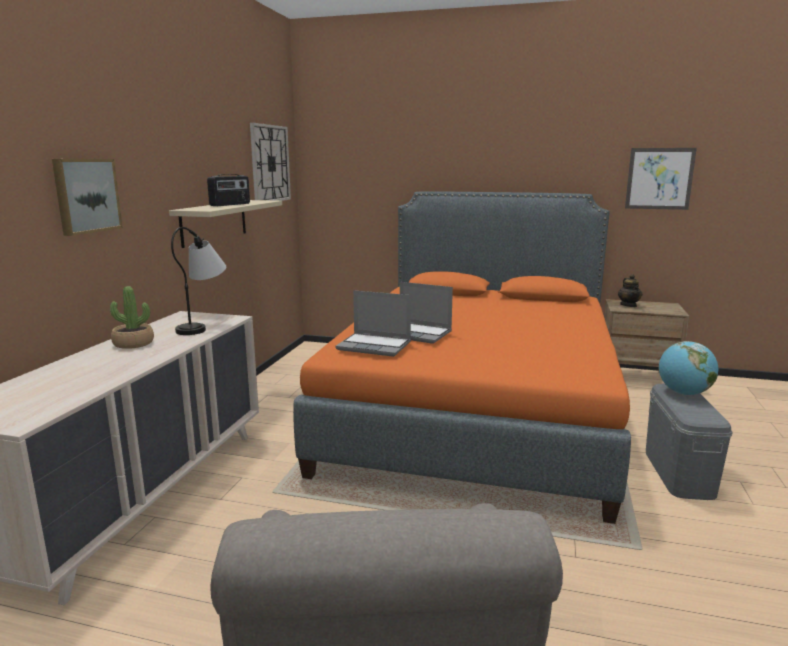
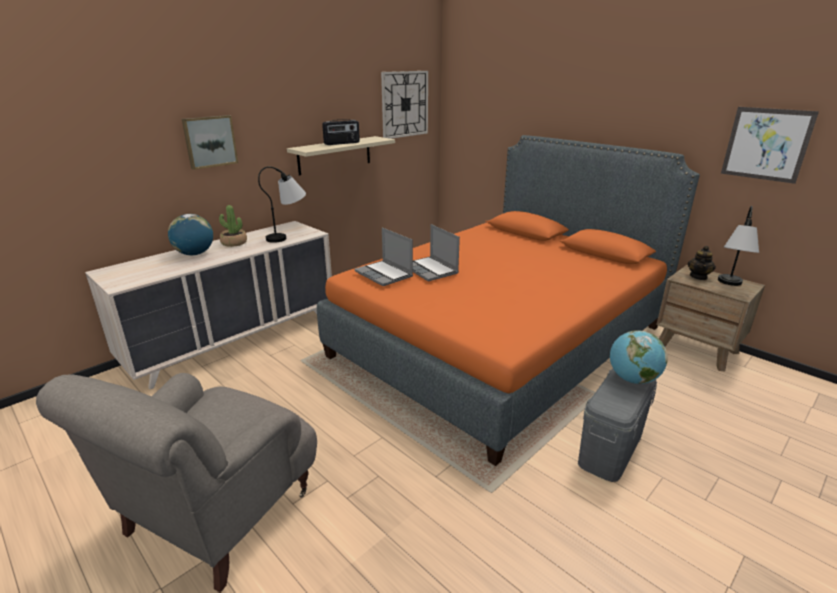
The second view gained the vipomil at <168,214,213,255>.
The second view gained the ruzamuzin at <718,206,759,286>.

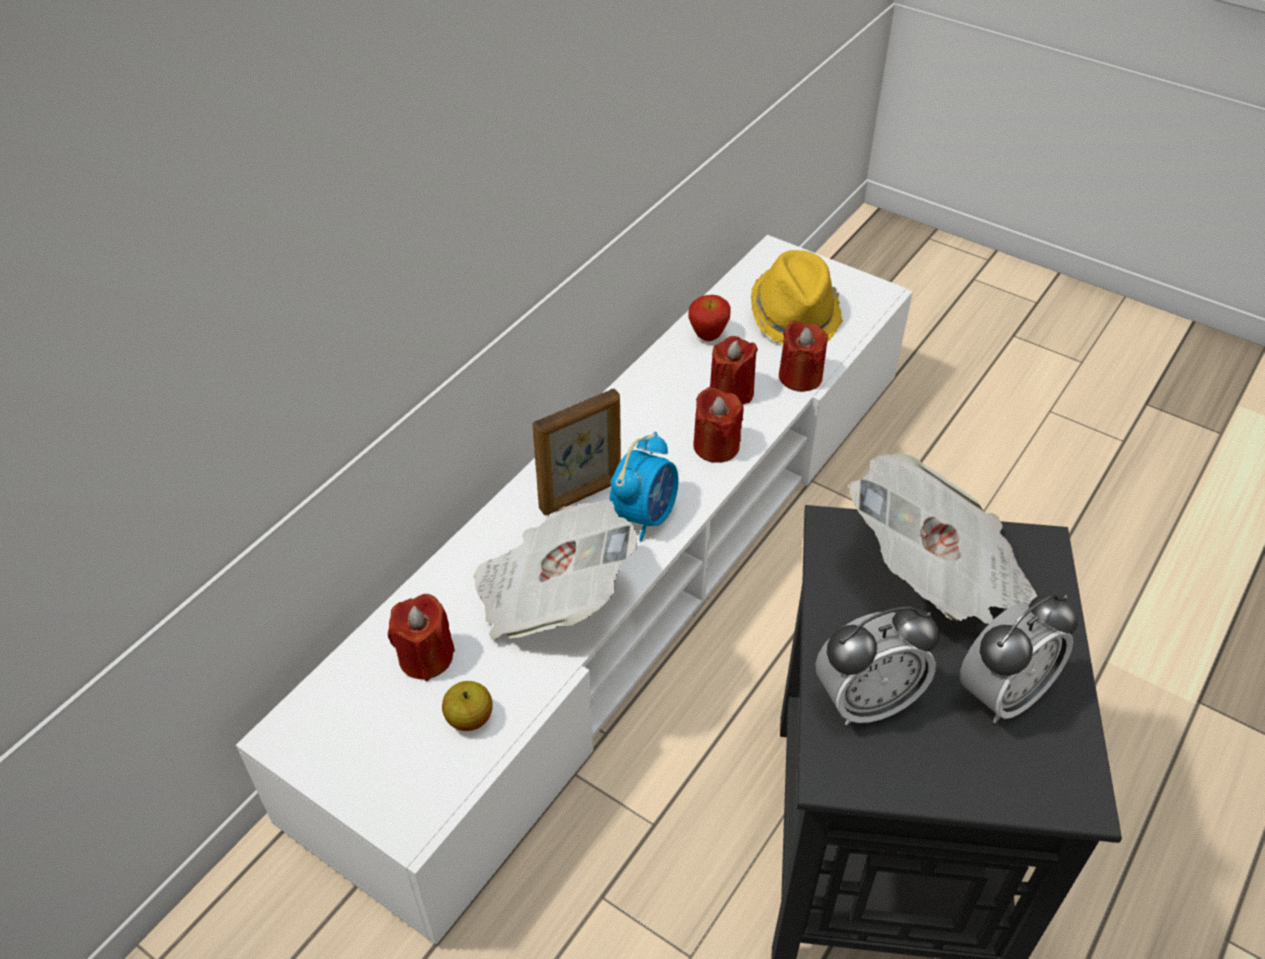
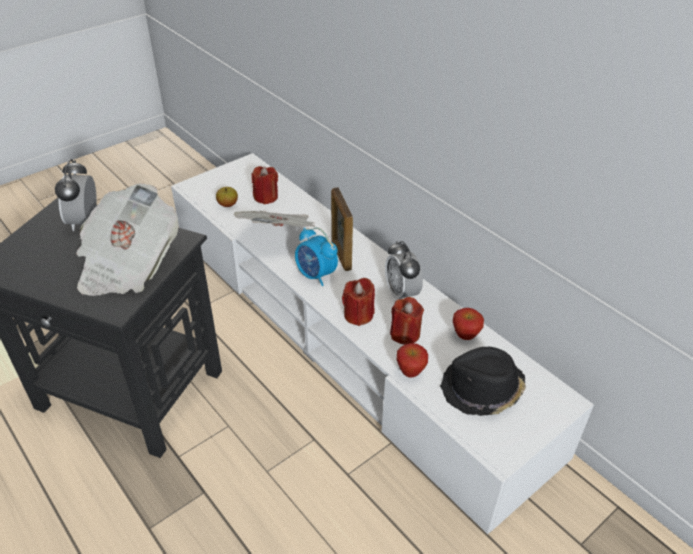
The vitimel ended up elsewhere, having gone from <959,594,1079,723> to <385,241,423,299>.
Where the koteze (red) stood at <779,320,828,392>, the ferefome came to stand at <397,343,428,377>.
What was the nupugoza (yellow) at <751,250,843,344> turned into the nupugoza (black) at <440,347,526,416>.

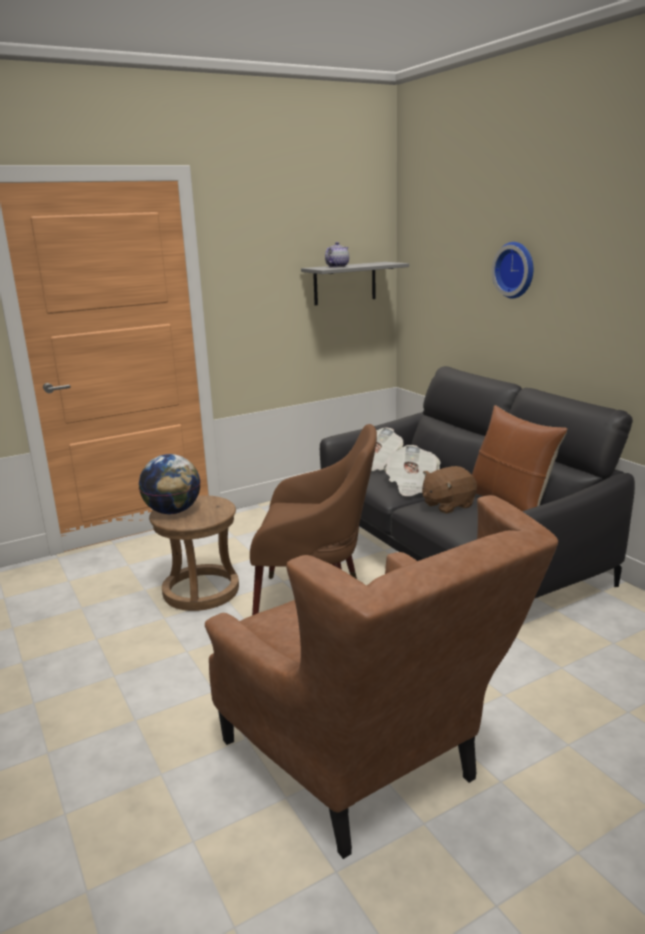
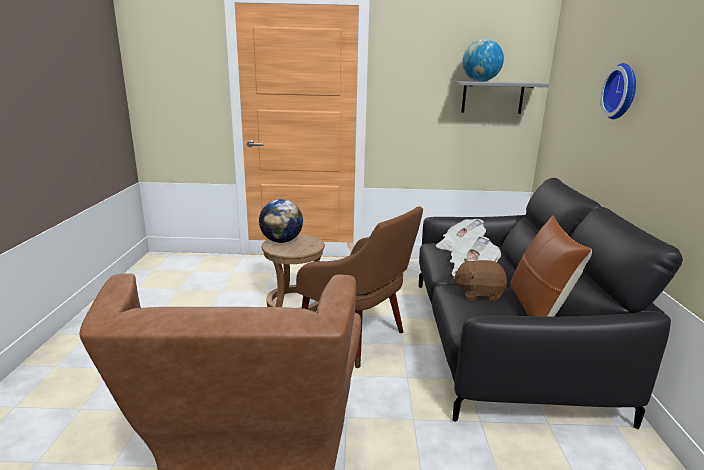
Where the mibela stood at <325,242,349,268>, the vipomil came to stand at <462,39,504,82>.

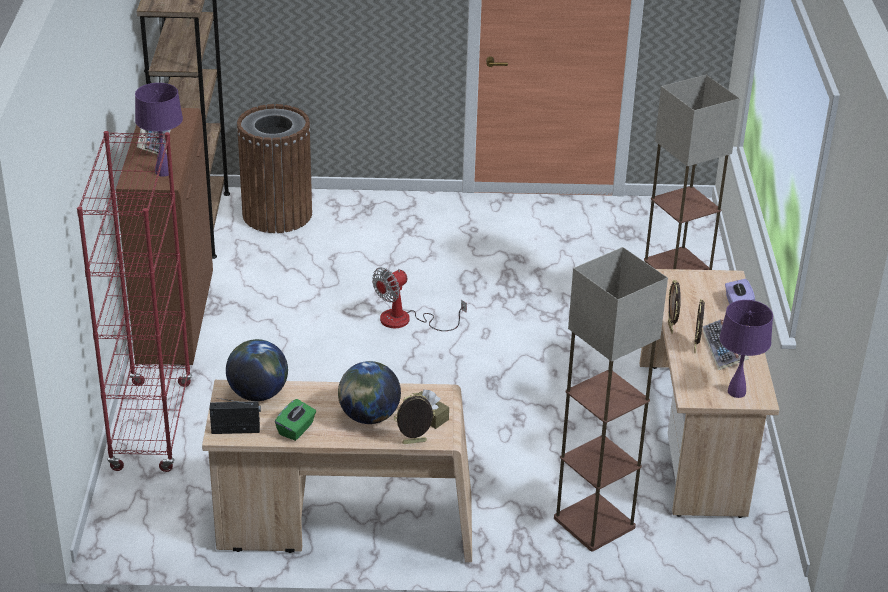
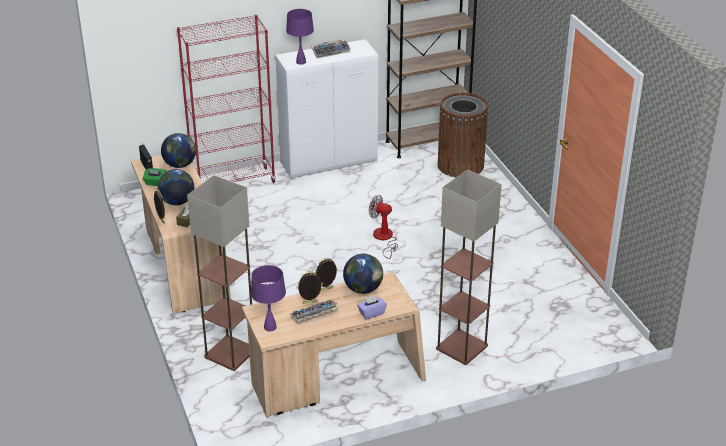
What was the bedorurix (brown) at <116,108,213,365> turned into the bedorurix (white) at <275,39,378,179>.
The second view gained the vipomil at <343,254,383,294>.

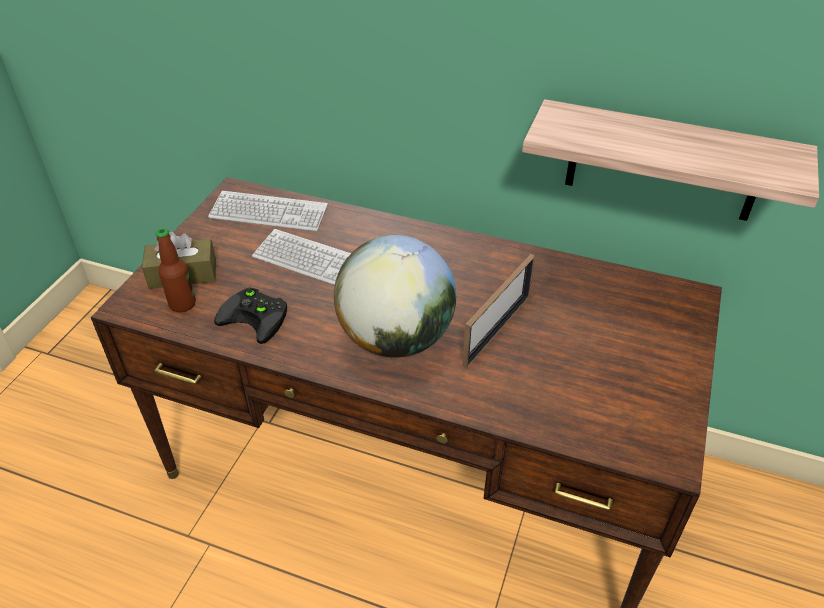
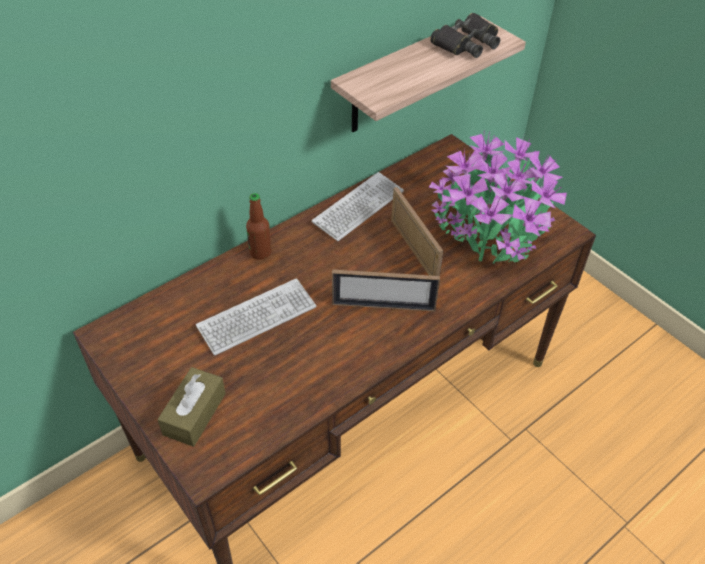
The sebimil ended up elsewhere, having gone from <156,228,196,312> to <246,193,272,260>.
The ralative ended up elsewhere, having gone from <208,191,328,232> to <312,172,404,241>.
Where the vipomil stood at <334,235,456,358>, the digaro came to stand at <332,269,440,311>.
The second view gained the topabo at <429,130,567,264>.
The second view gained the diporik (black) at <430,13,500,58>.
The second view lost the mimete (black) at <214,287,287,344>.

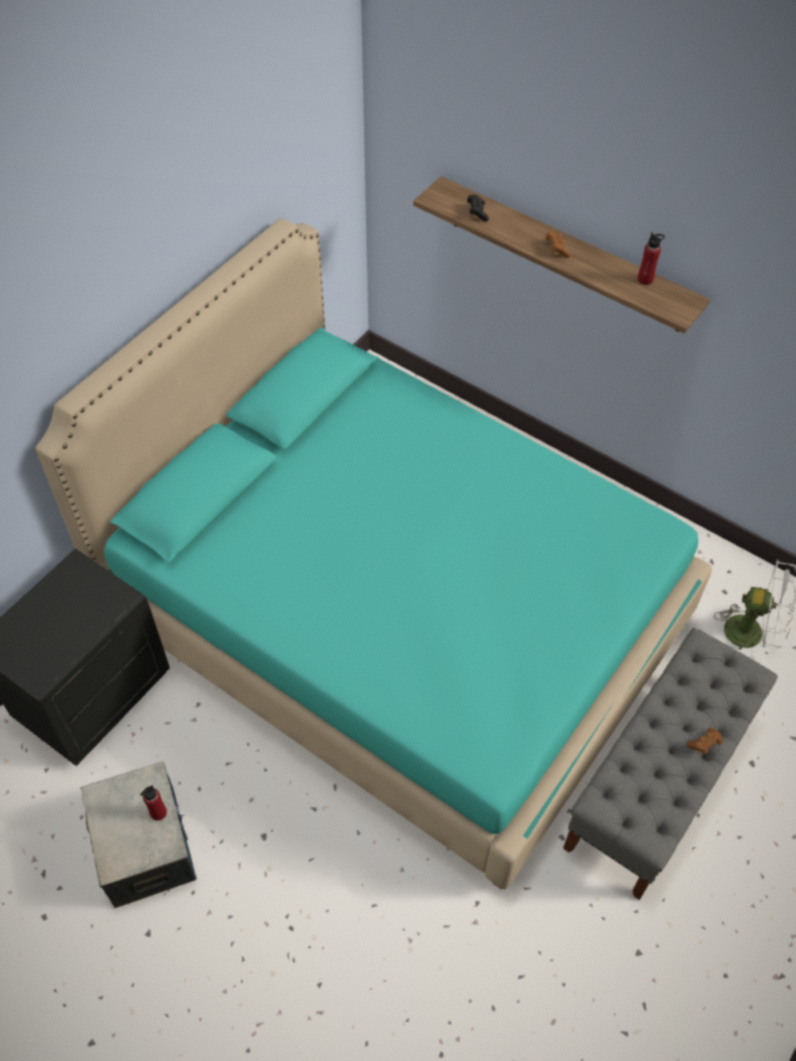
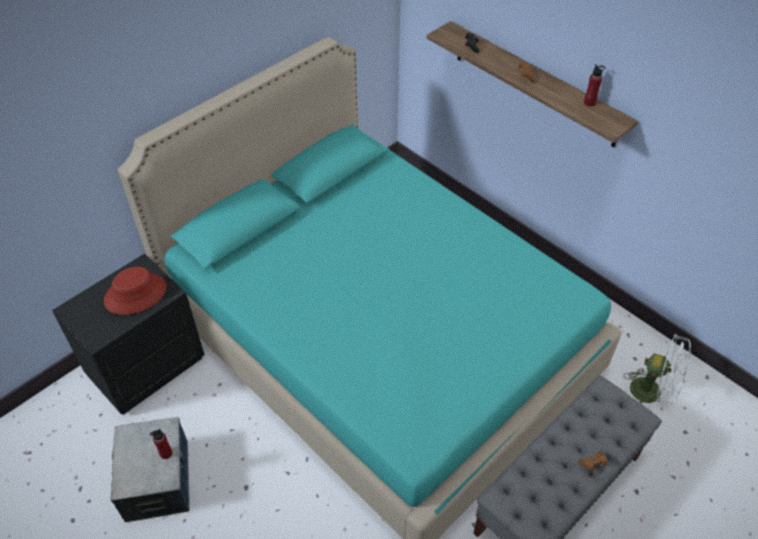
The second view gained the nupugoza (red) at <104,267,167,315>.

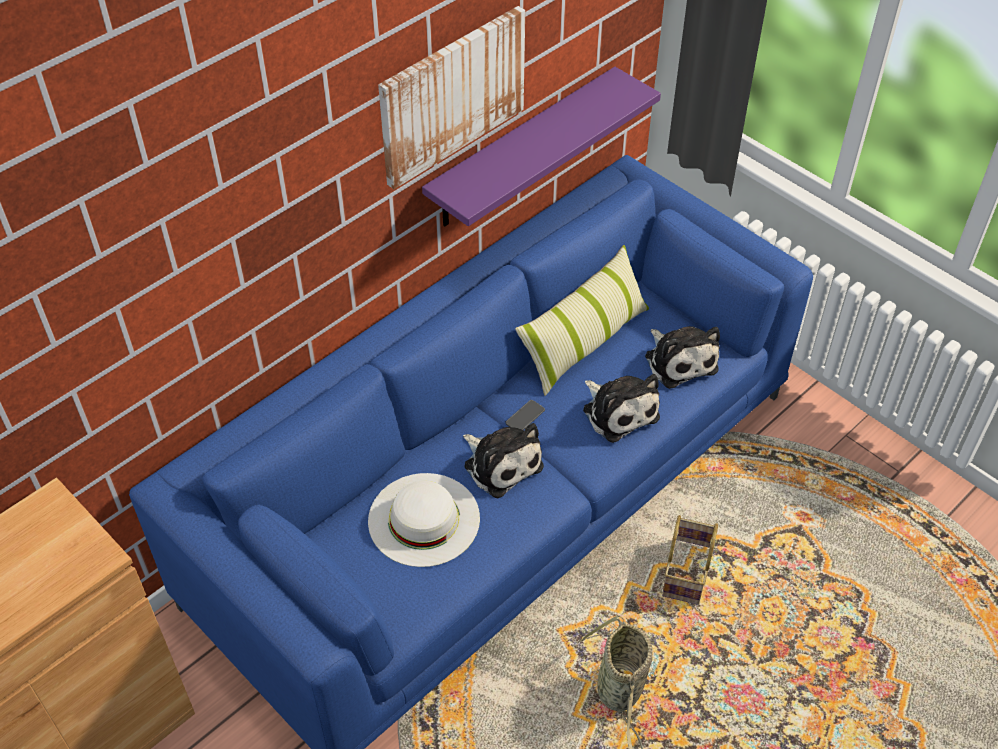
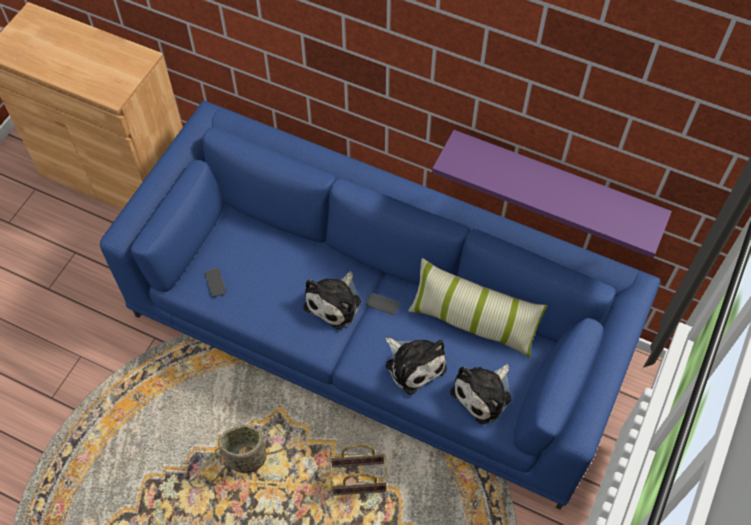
The second view gained the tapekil at <205,268,226,297>.
The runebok at <583,374,660,443> ended up facing another way, 75 degrees counterclockwise from before.
The second view lost the nupugoza (white) at <368,473,480,567>.
The second view lost the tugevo at <378,6,525,189>.

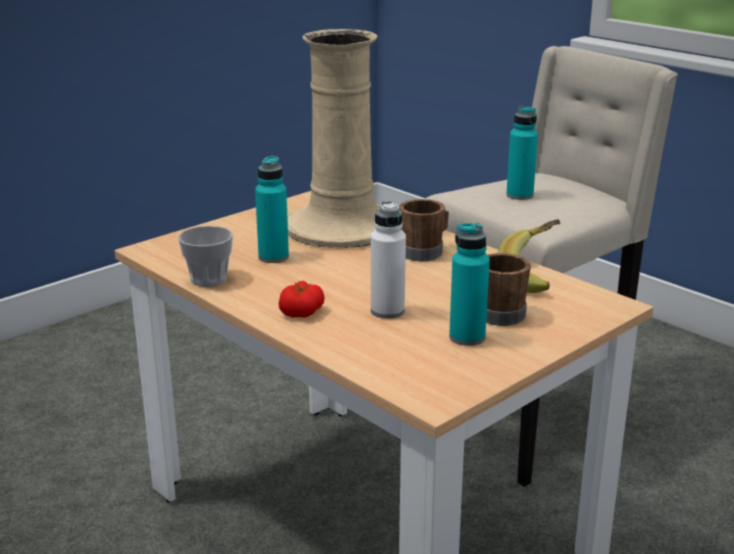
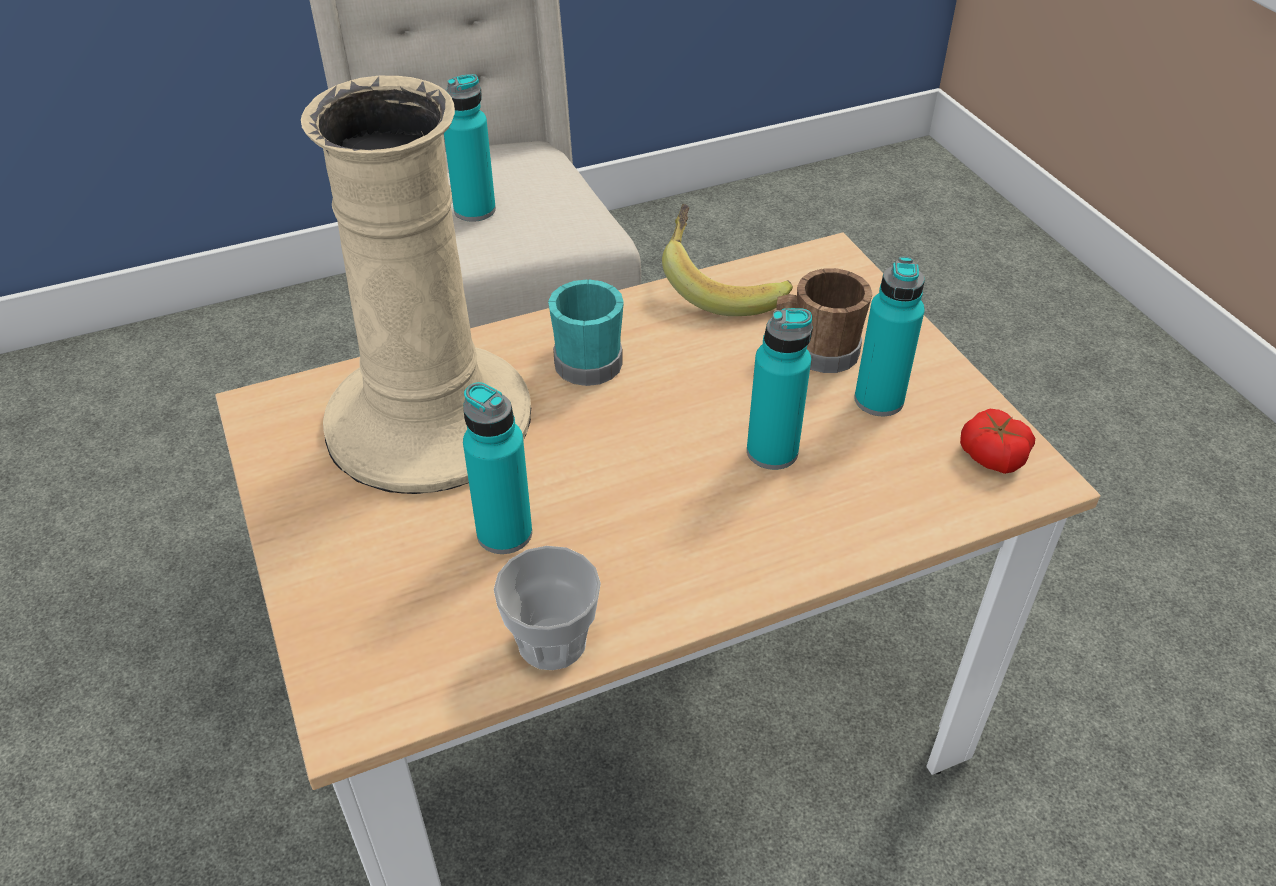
What was the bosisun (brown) at <399,199,449,262> turned into the bosisun (turquoise) at <548,279,624,386>.
What was the sebimil (white) at <371,201,406,319> turned into the sebimil (turquoise) at <747,308,813,470>.
The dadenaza ended up elsewhere, having gone from <279,281,325,318> to <960,409,1035,474>.

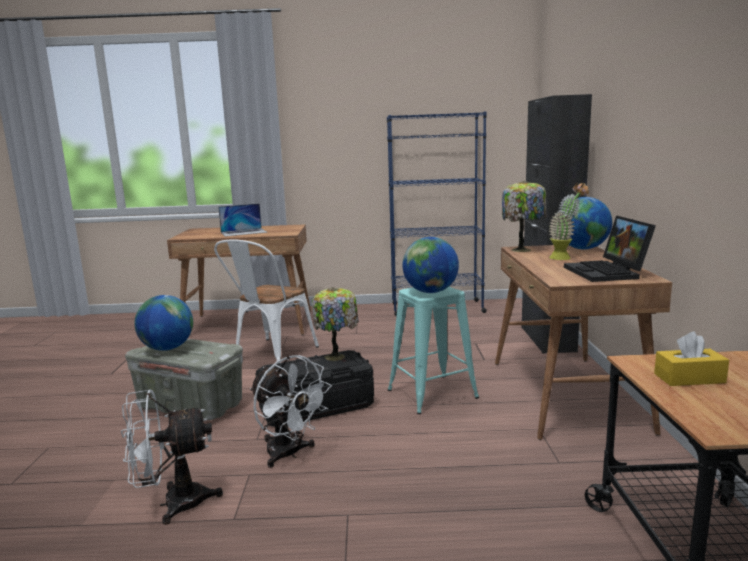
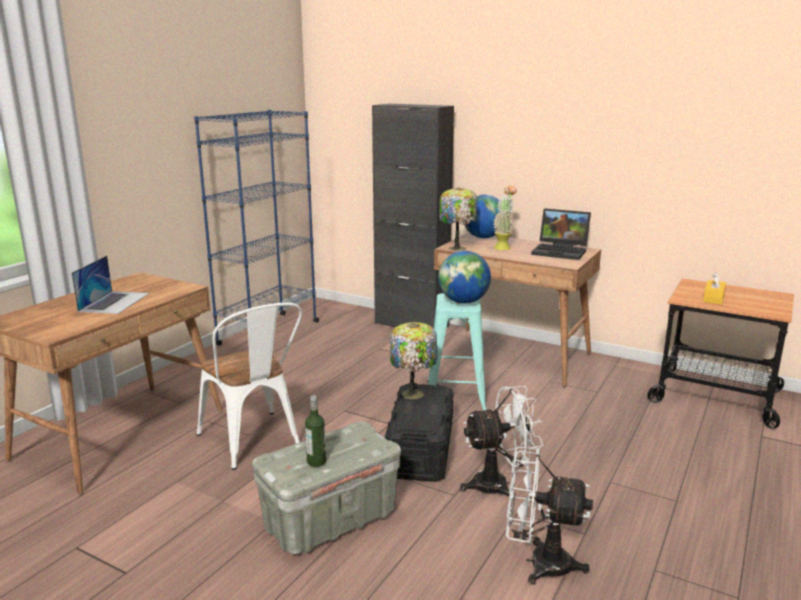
Where the vipomil stood at <134,295,193,351>, the sebimil came to stand at <305,396,326,467>.
The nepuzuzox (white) at <121,390,223,525> ended up facing another way, 90 degrees clockwise from before.

